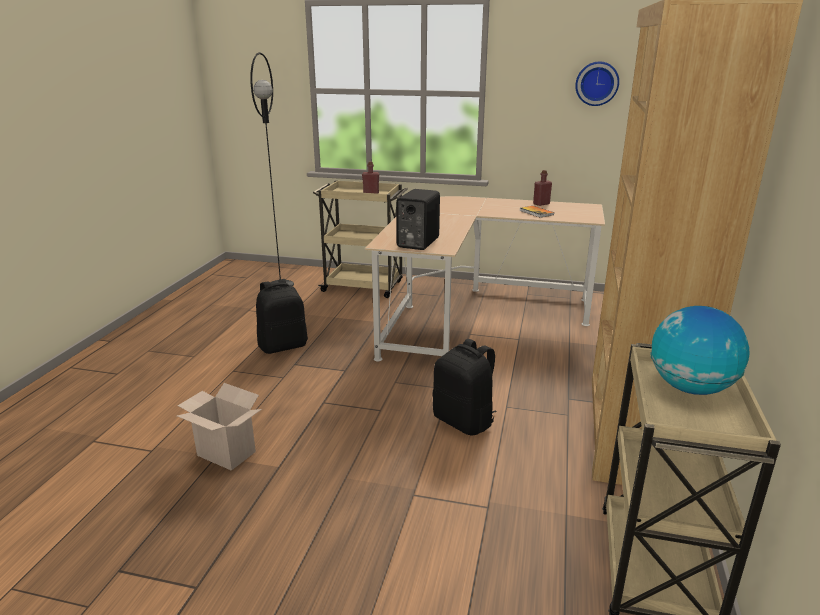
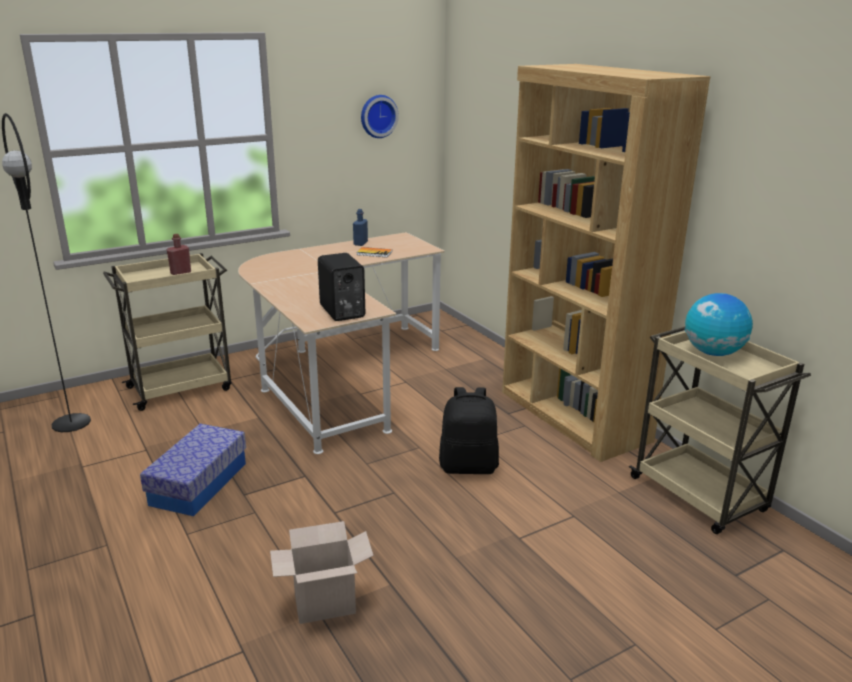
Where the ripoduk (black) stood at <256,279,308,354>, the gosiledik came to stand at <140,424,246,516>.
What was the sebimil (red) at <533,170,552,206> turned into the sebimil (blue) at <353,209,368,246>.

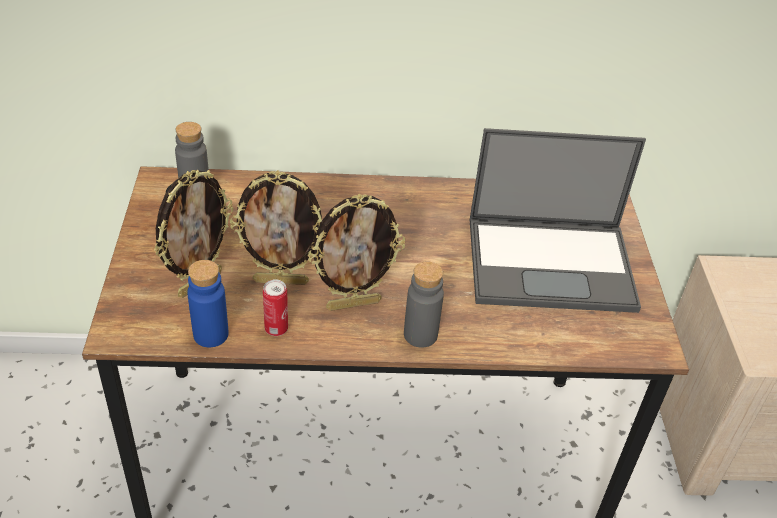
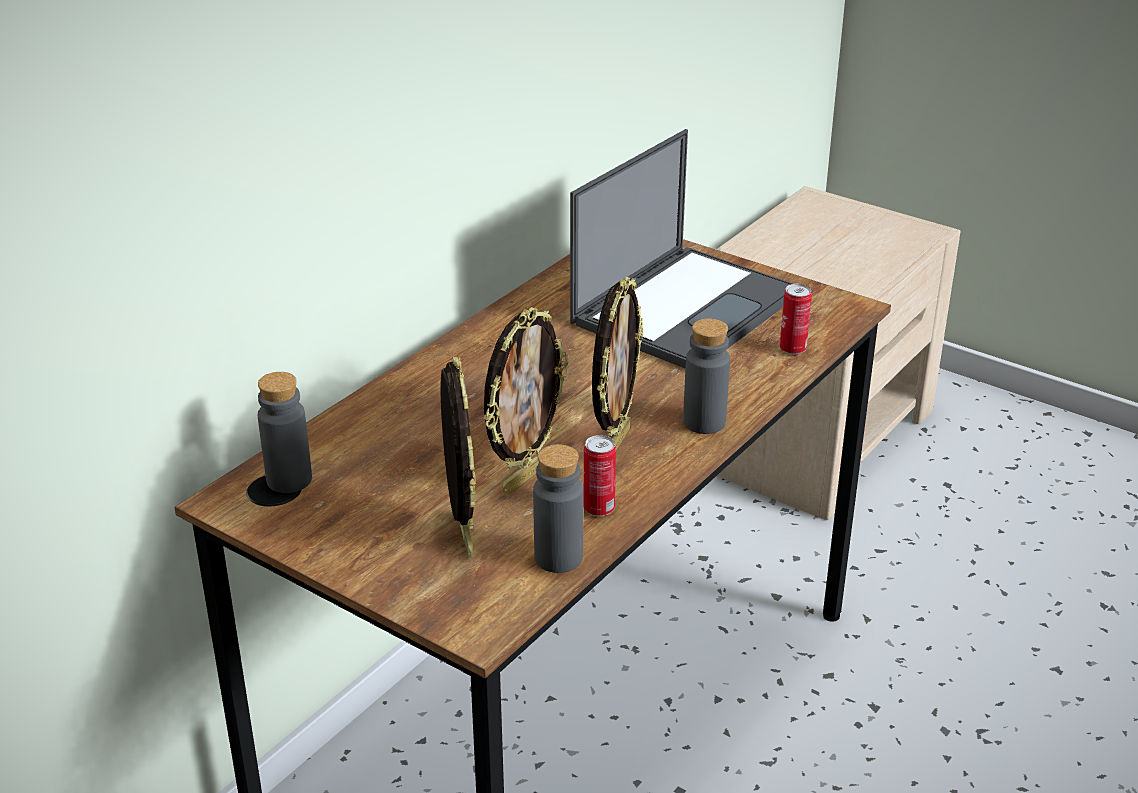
What was the sebimil (blue) at <187,260,229,347> turned into the sebimil (grey) at <533,444,583,573>.
The second view gained the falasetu at <780,284,812,355>.

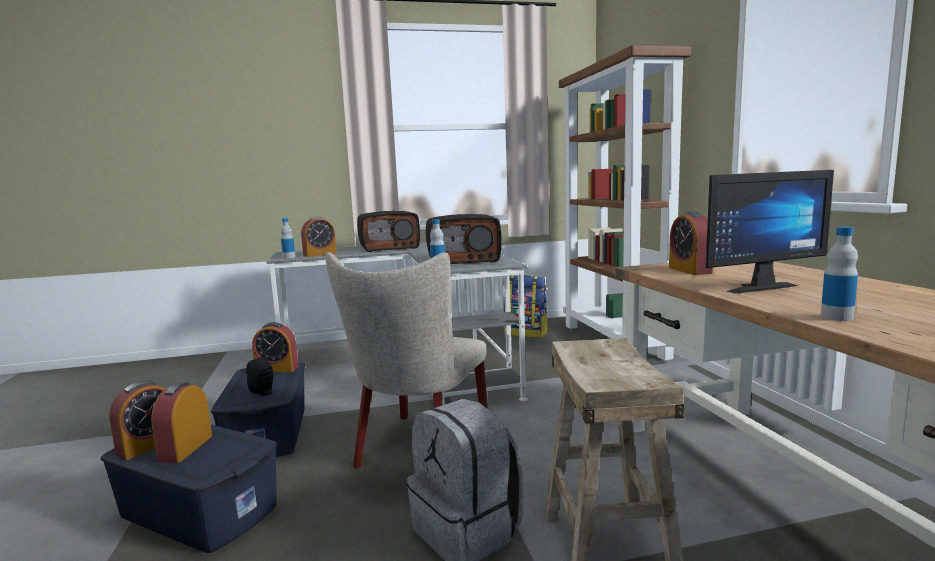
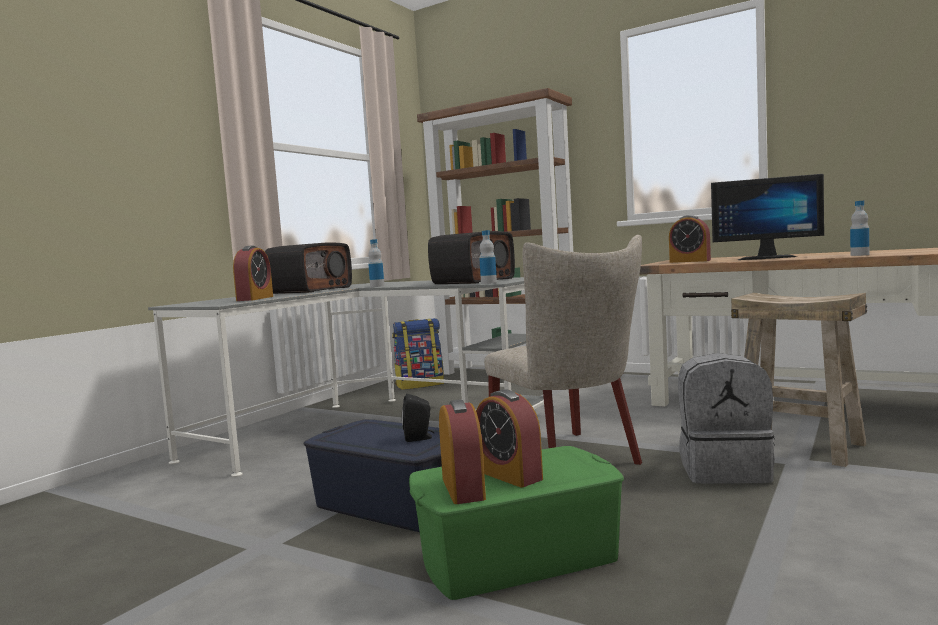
The sebimil ended up elsewhere, having gone from <281,218,295,259> to <368,239,384,287>.
What was the gosiledik (blue) at <101,425,277,553> turned into the gosiledik (green) at <409,446,624,600>.
The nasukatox at <706,170,834,294> ended up facing another way, 75 degrees clockwise from before.
The second view lost the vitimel at <252,322,298,372>.

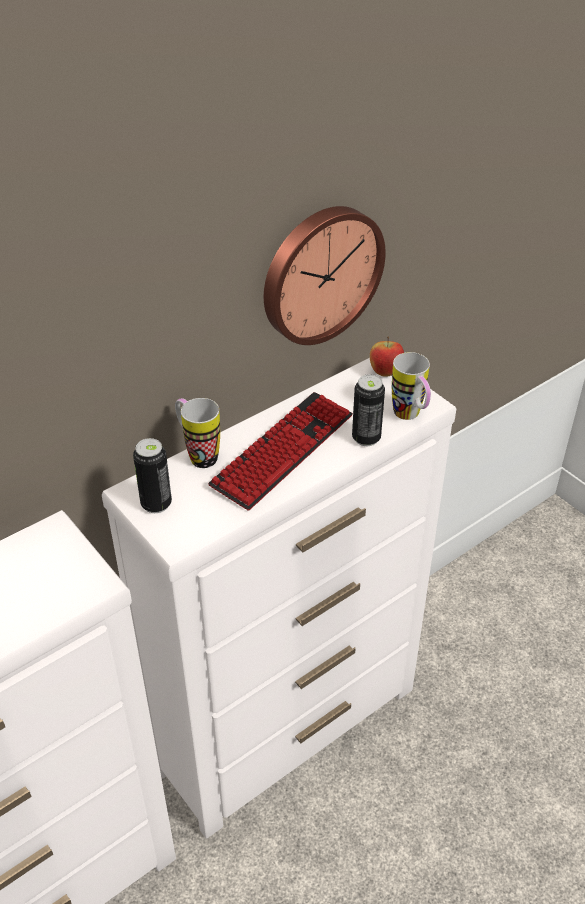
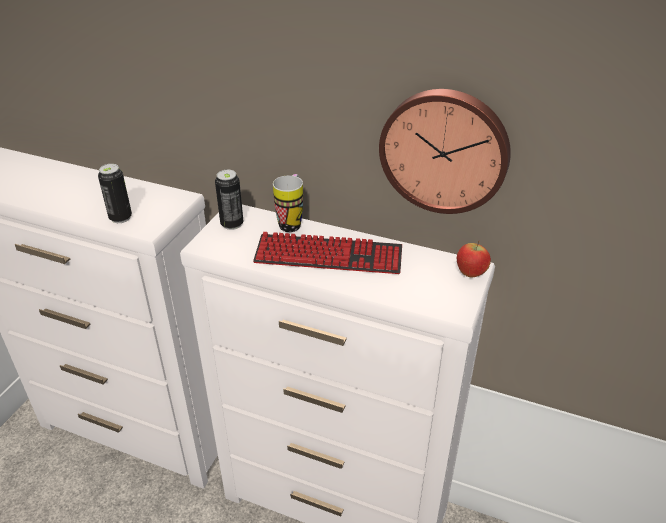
The falasetu ended up elsewhere, having gone from <352,374,385,446> to <98,164,132,223>.
The second view lost the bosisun at <392,352,431,420>.

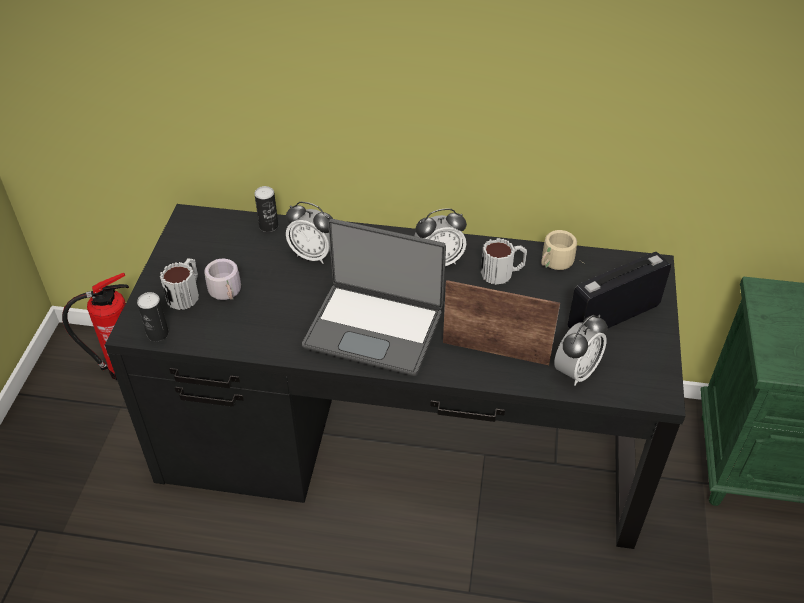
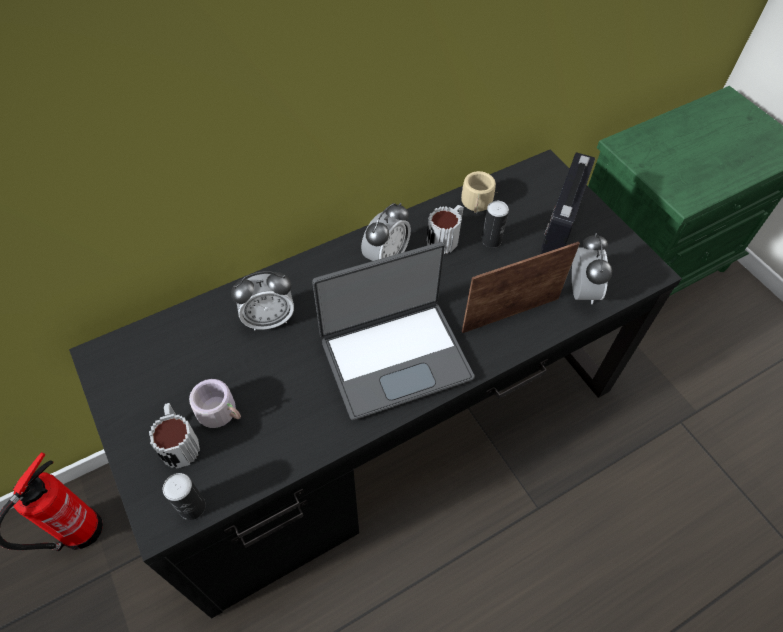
The falasetu ended up elsewhere, having gone from <254,186,278,232> to <481,201,509,248>.

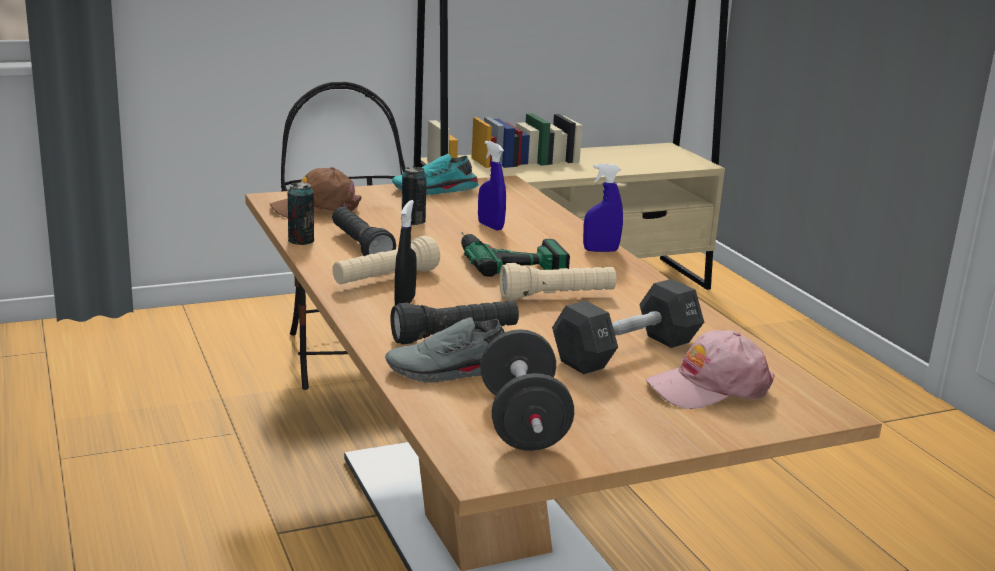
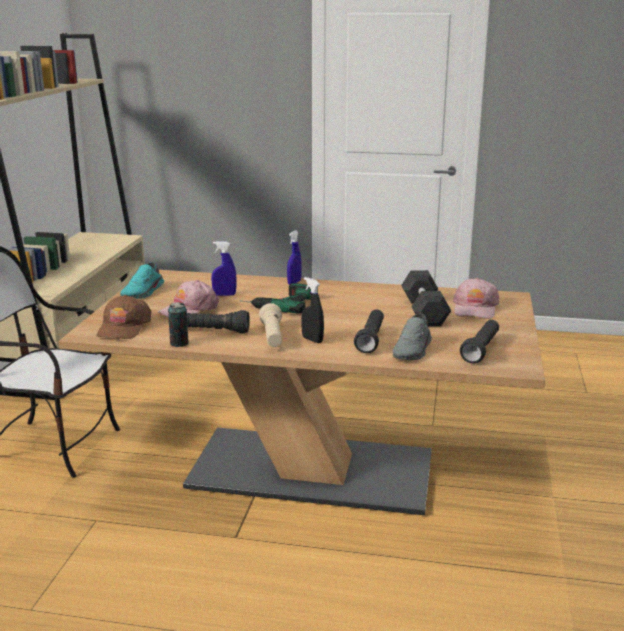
Where the falasetu stood at <401,166,427,225>, the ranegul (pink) came to stand at <158,280,219,317>.
Where the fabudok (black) stood at <480,329,574,451>, the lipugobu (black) came to stand at <460,320,499,363>.
The second view lost the lipugobu (beige) at <499,263,617,300>.

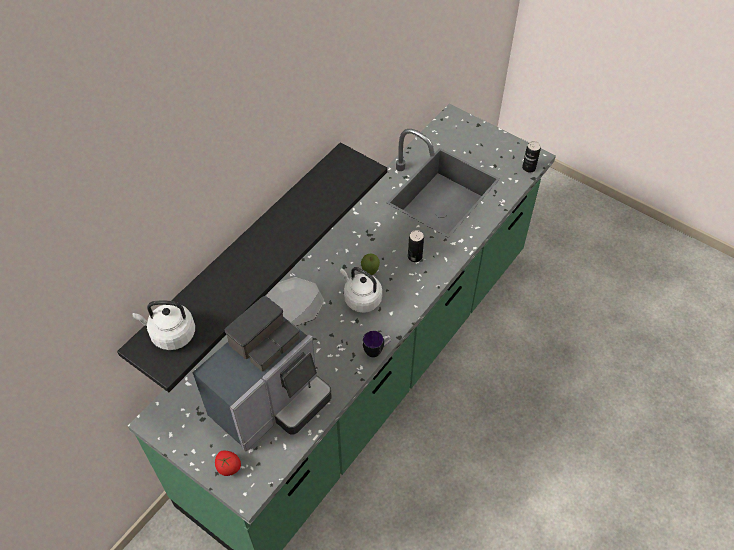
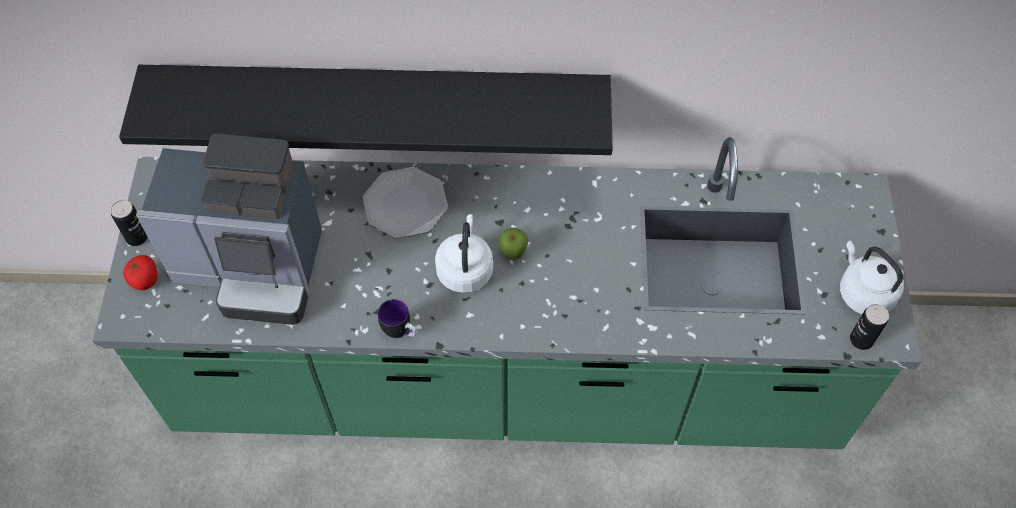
The falasetu ended up elsewhere, having gone from <408,230,424,262> to <110,200,148,246>.
The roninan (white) ended up elsewhere, having gone from <133,301,195,350> to <840,240,904,315>.

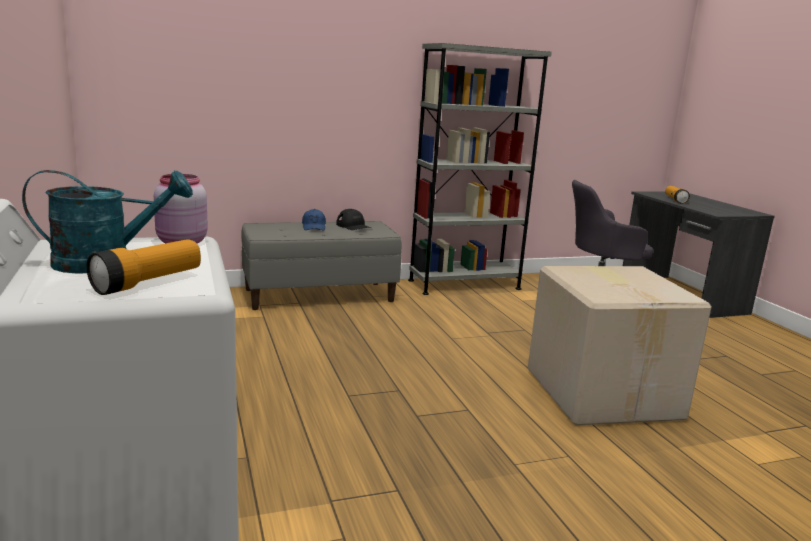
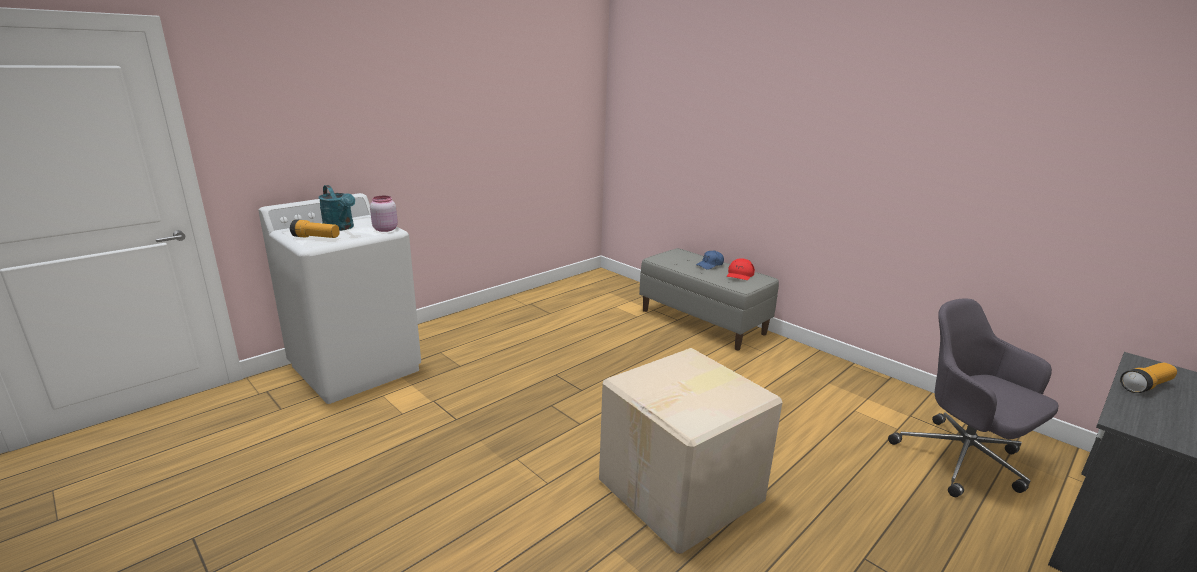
What was the ranegul (black) at <336,209,371,230> turned into the ranegul (red) at <727,258,755,280>.
The second view lost the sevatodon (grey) at <408,43,552,295>.

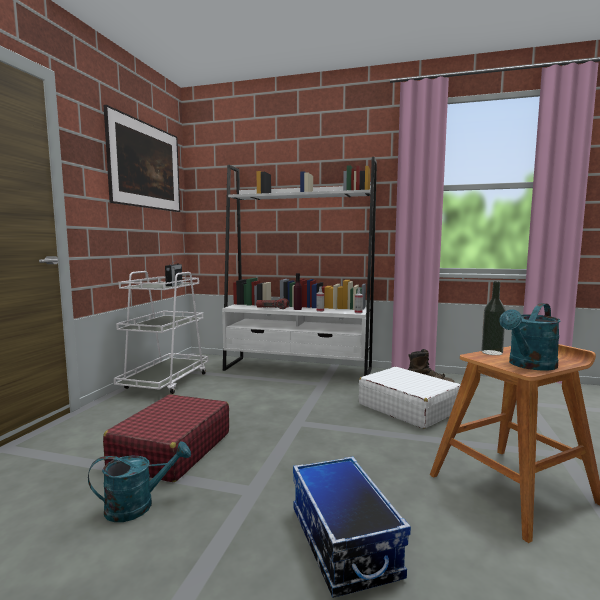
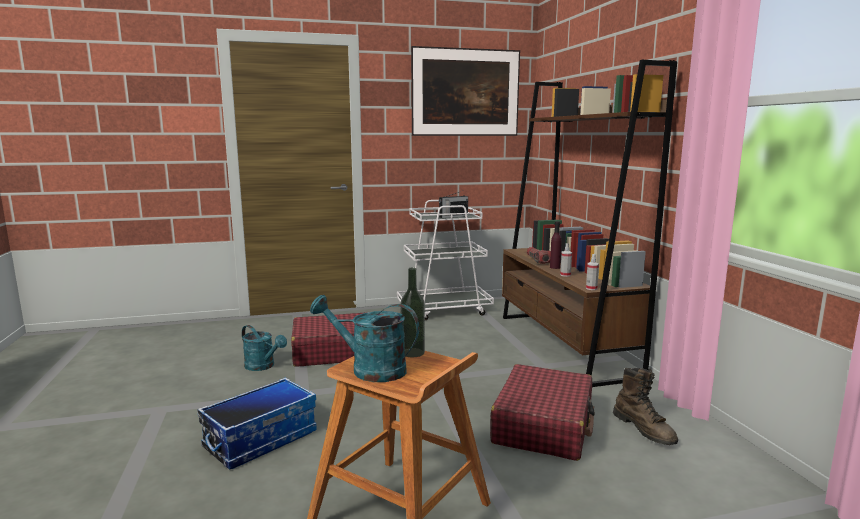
What was the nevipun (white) at <359,367,460,429> turned into the nevipun (red) at <490,364,595,461>.
What was the sevatodon (white) at <222,157,377,376> turned into the sevatodon (brown) at <502,60,677,387>.

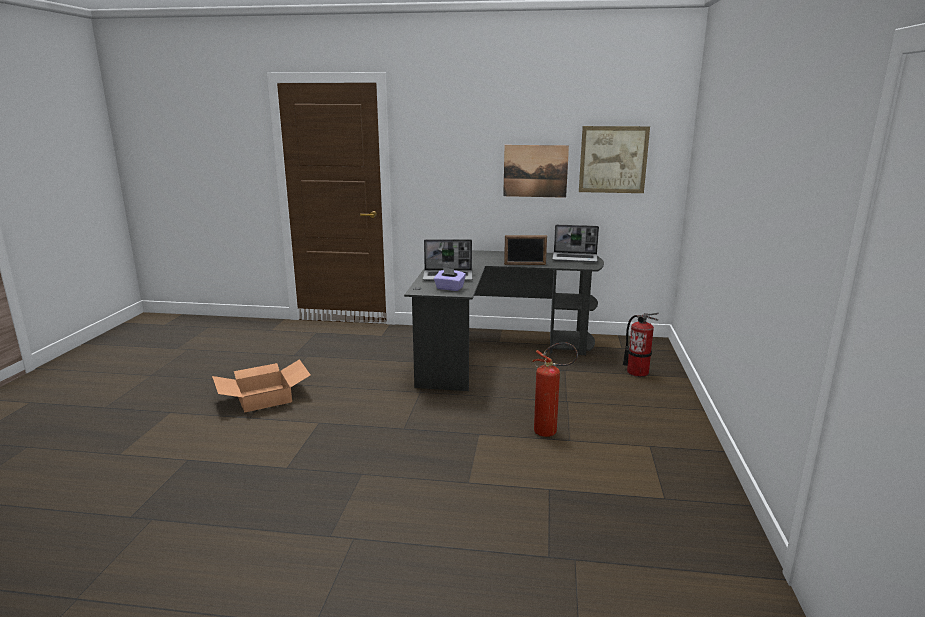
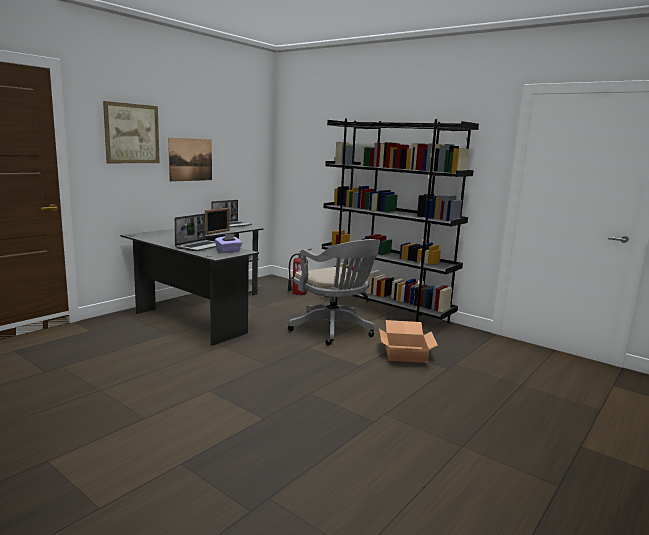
The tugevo ended up elsewhere, having gone from <579,126,650,193> to <103,101,160,163>.
Where the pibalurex stood at <533,342,578,437>, the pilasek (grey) came to stand at <288,239,380,346>.
The second view gained the sevatodon (black) at <322,118,479,323>.
The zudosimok ended up elsewhere, having gone from <212,359,310,413> to <379,320,438,363>.

